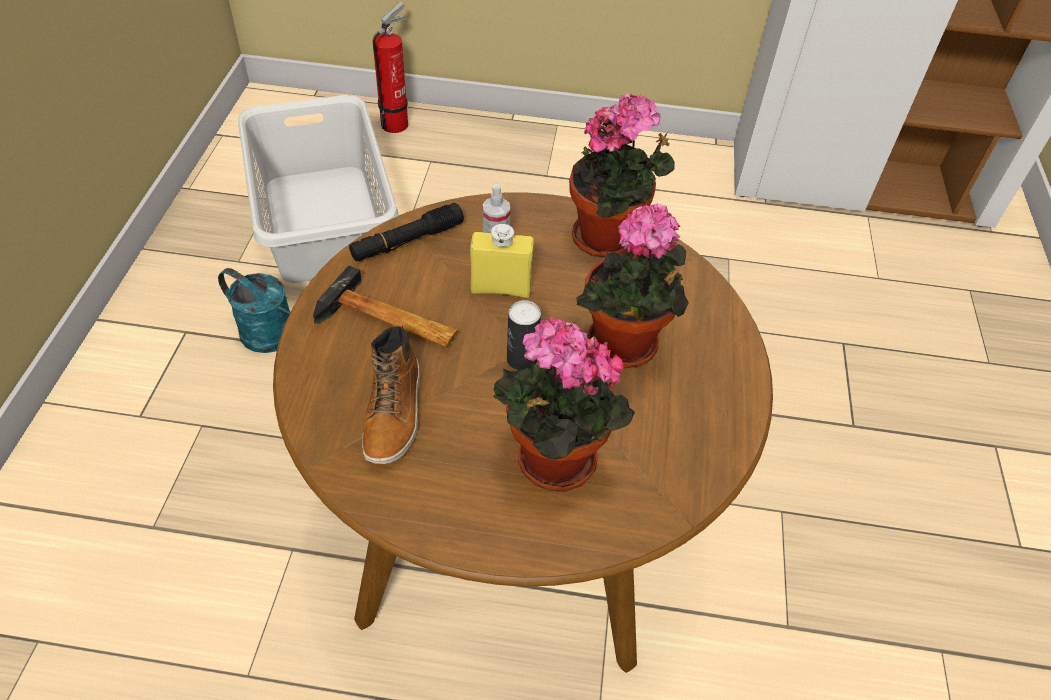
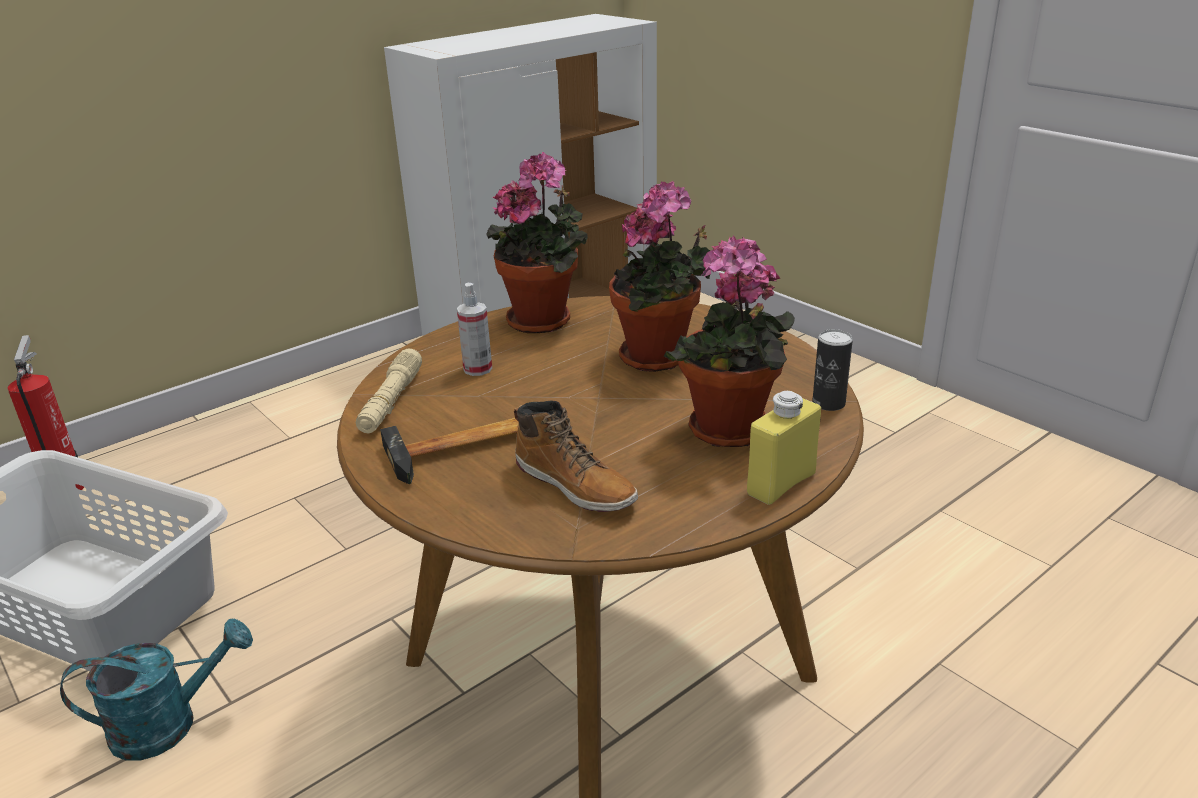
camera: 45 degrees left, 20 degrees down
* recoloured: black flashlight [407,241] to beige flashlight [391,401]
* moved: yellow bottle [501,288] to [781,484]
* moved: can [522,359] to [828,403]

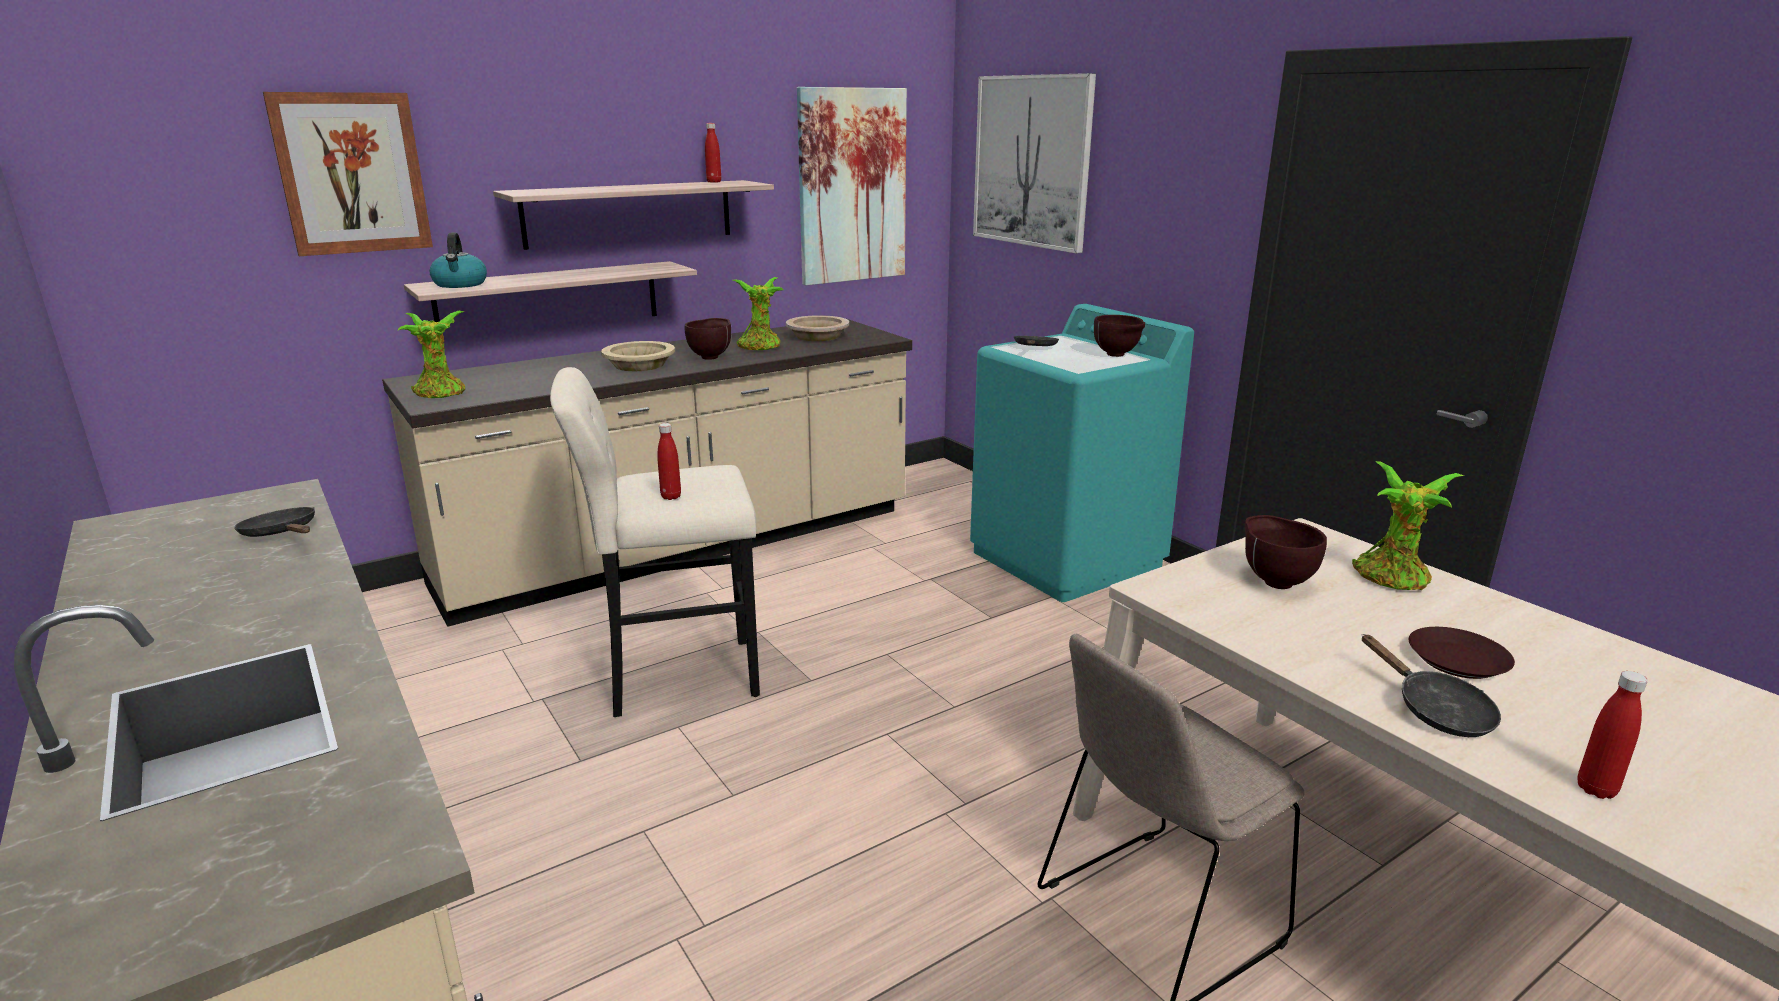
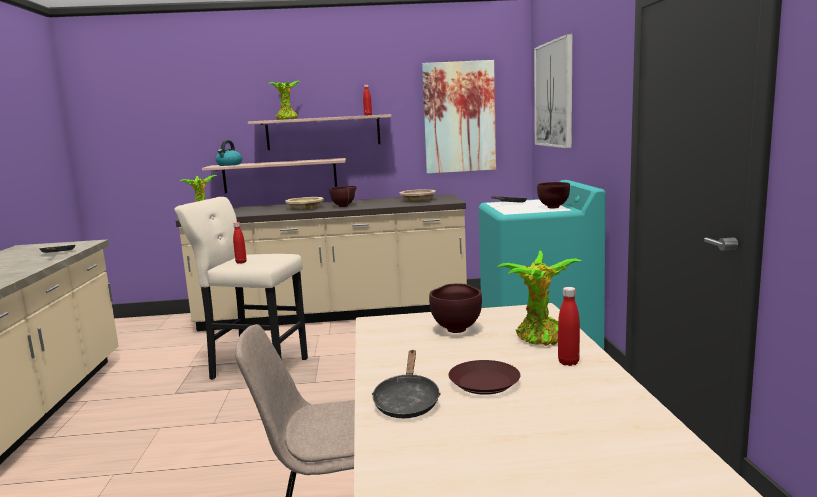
camera: 30 degrees right, 10 degrees down
* removed: picture [352,173]
* moved: potted plant [760,347] to [287,119]
* moved: red bottle [1596,789] to [568,362]

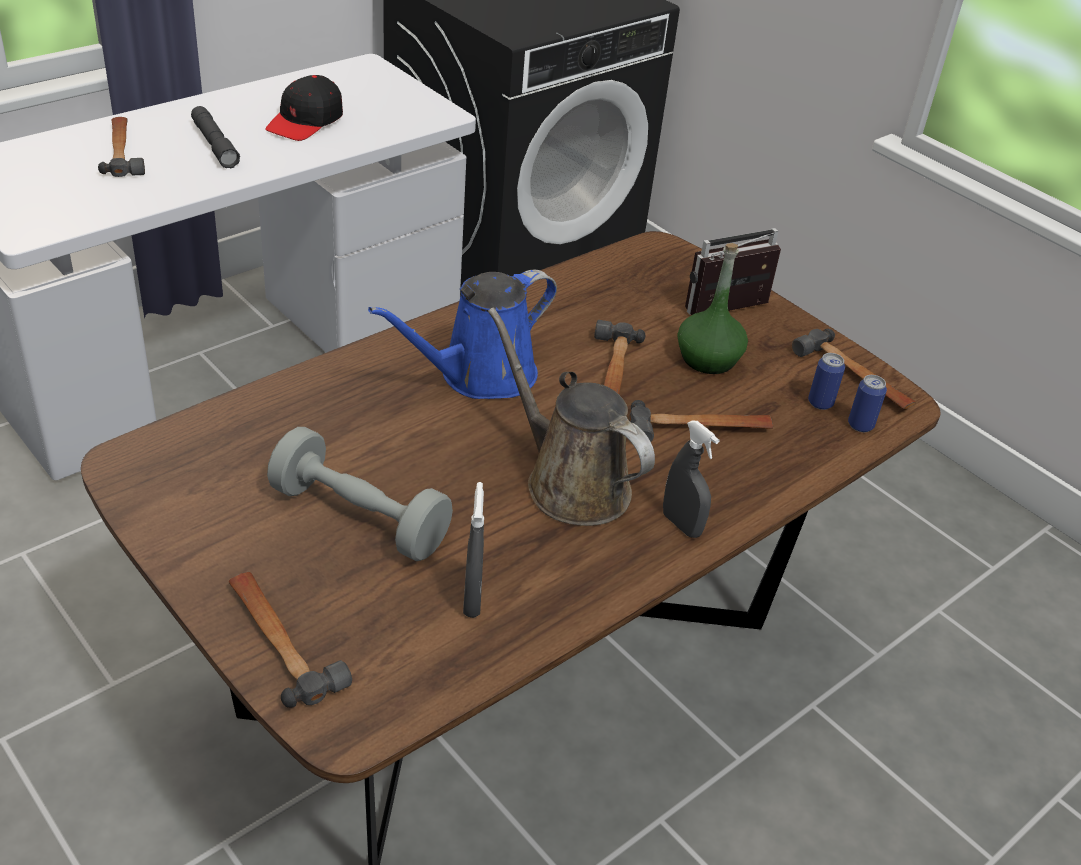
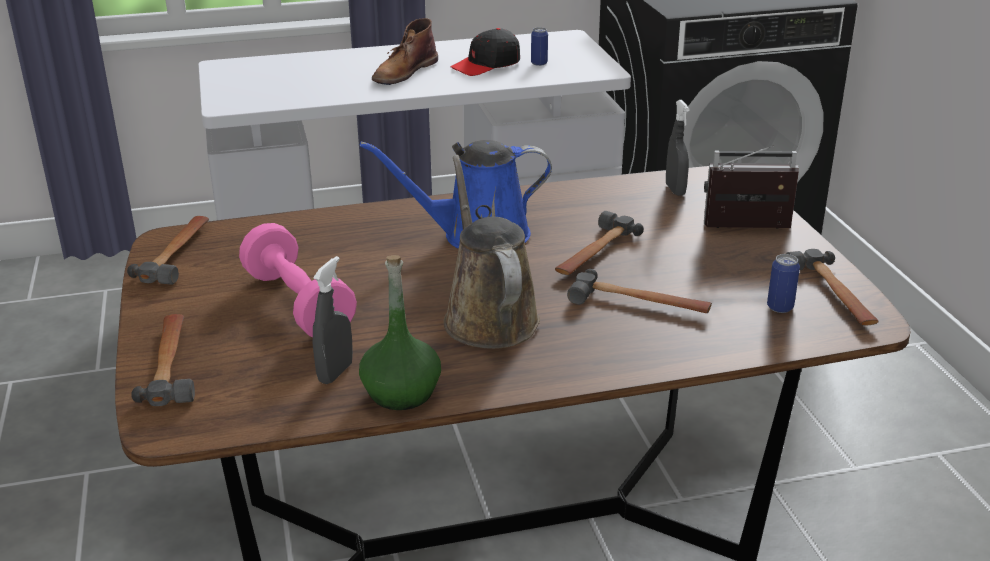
camera: 30 degrees right, 10 degrees down
* moved: hammer [122,151] to [178,254]
* replaced: grey flashlight [215,145] to brown boot [404,72]
* recoloured: grey dumbbell [359,517] to pink dumbbell [298,304]
* moved: grey spray bottle [681,524] to [675,190]
* moved: green bottle [707,359] to [401,392]
* moved: can [860,425] to [539,63]

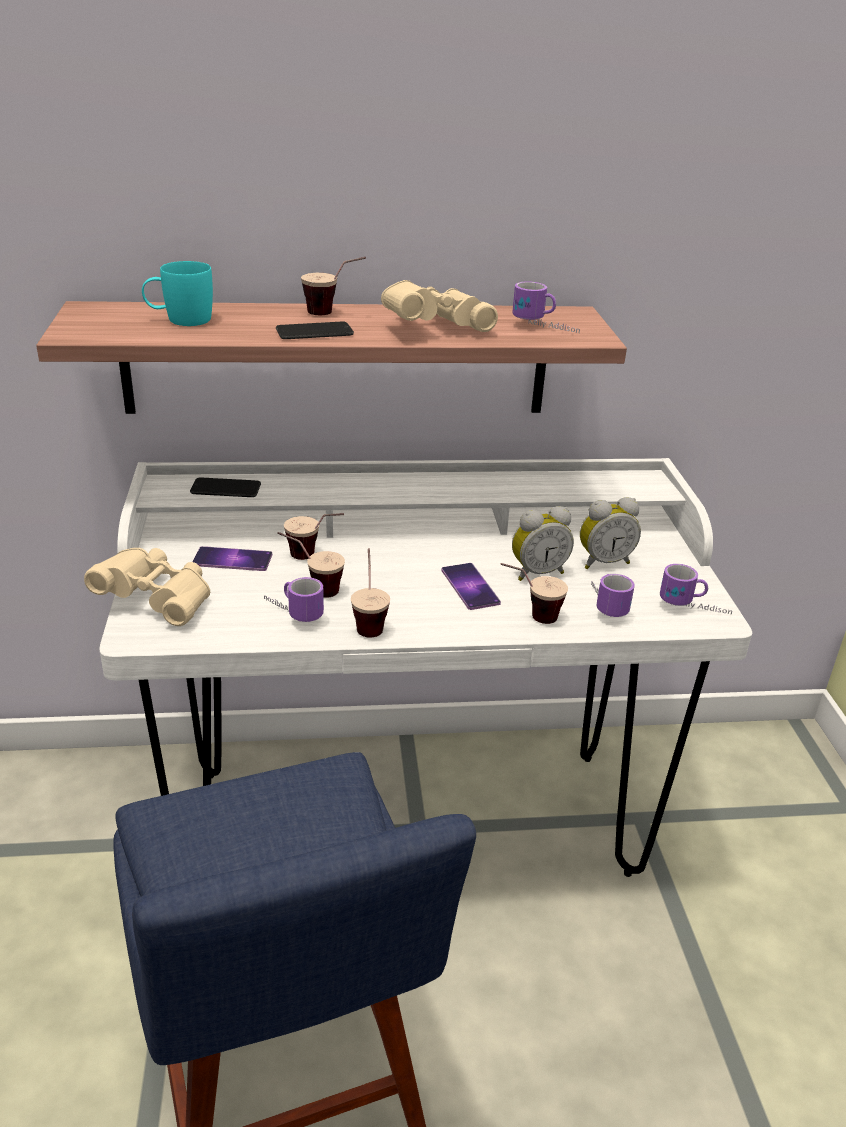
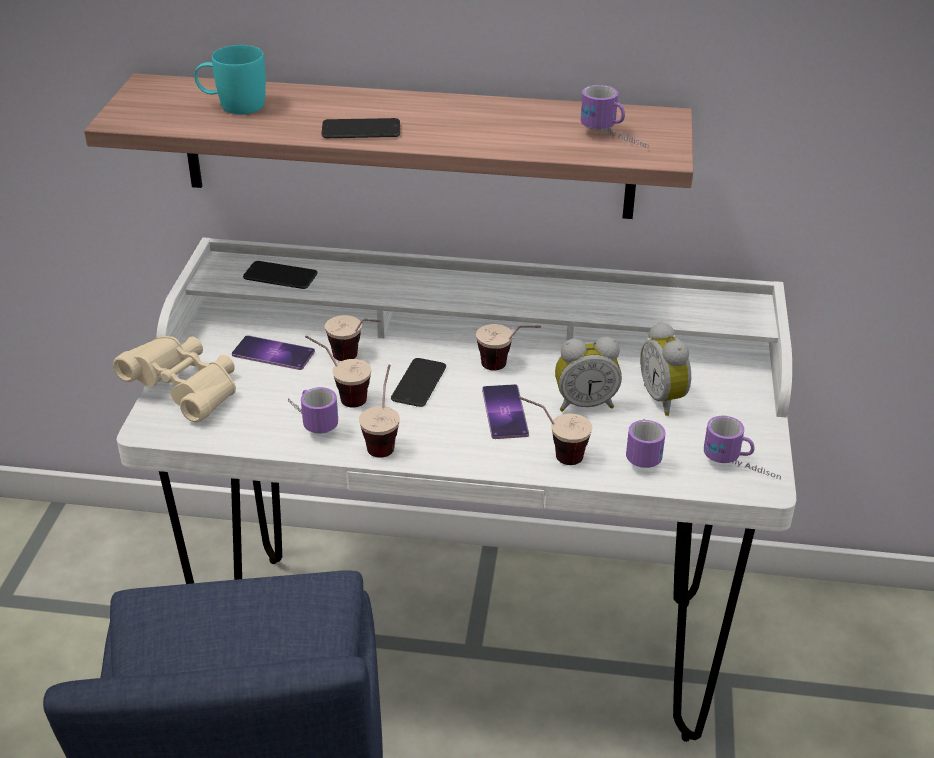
camera: 15 degrees right, 5 degrees up
* moved: cup [333,314] to [507,368]
* removed: beige binoculars [433,328]
* turned: alarm clock [603,561] = [665,399] 75 degrees clockwise
* added: phone [419,383]

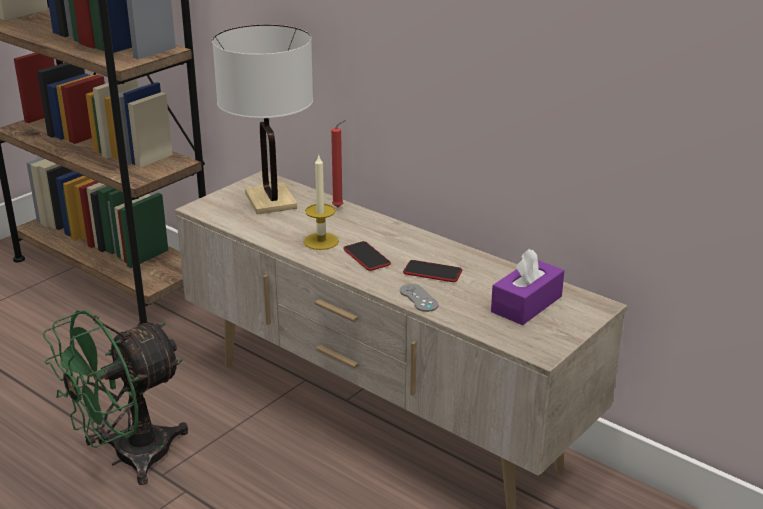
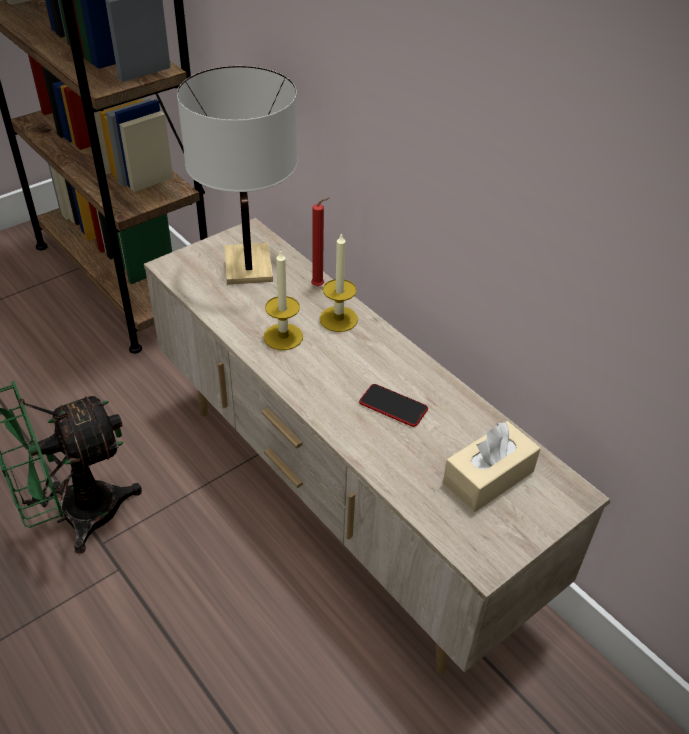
camera: 10 degrees right, 15 degrees up
* removed: phone [366,257]
* removed: grey game controller [418,298]
* recoloured: purple tissue box [526,304] to beige tissue box [488,477]
* added: candle [338,319]

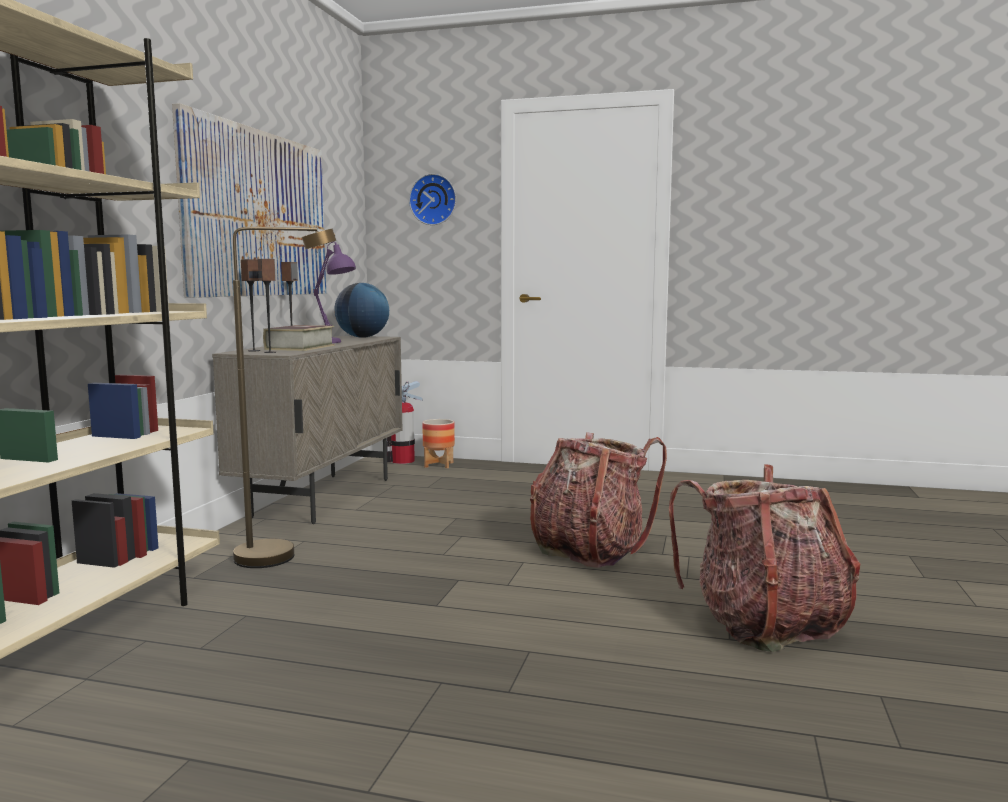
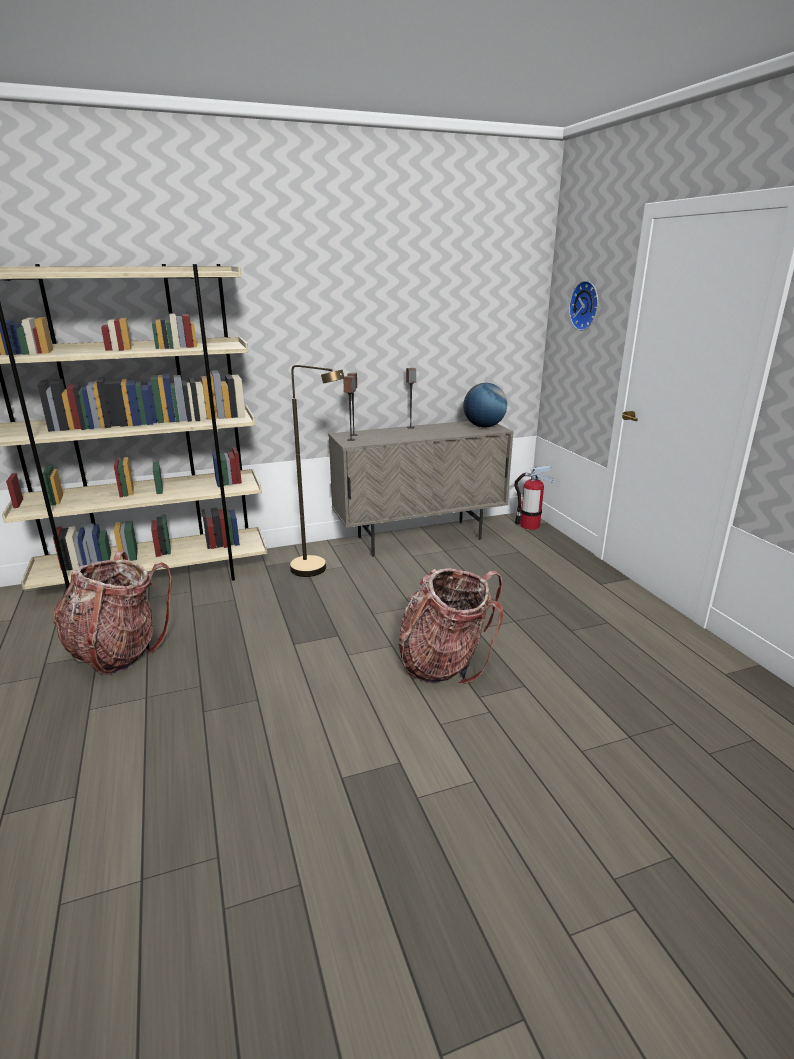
camera: 55 degrees right, 15 degrees up
* removed: picture [258,214]
* removed: book [300,347]
* removed: purple table lamp [334,342]
* removed: planter [439,465]
* moved: backpack [764,624] to [117,651]

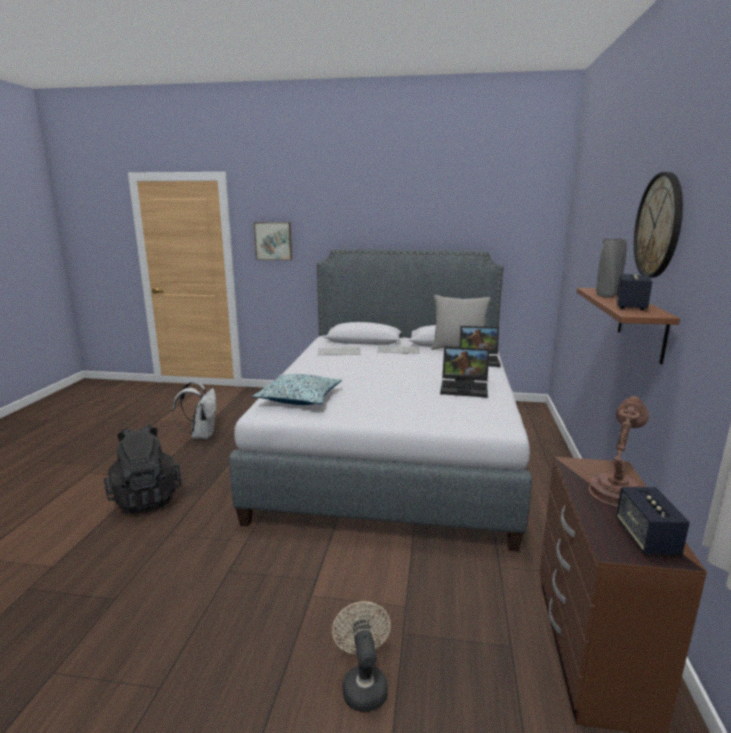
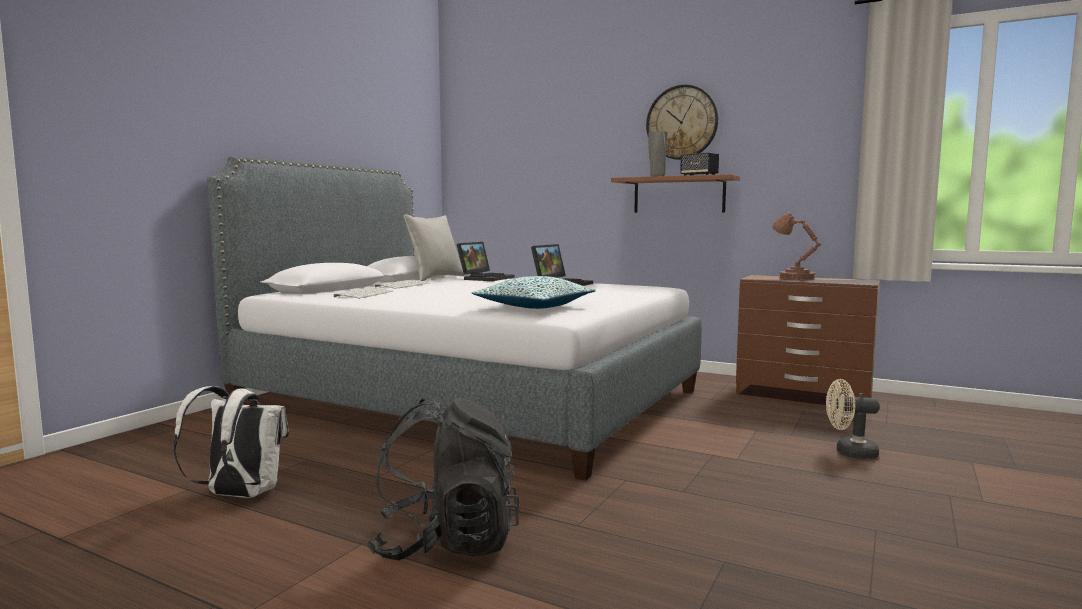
camera: 70 degrees left, 10 degrees down
* removed: picture [273,241]
* removed: speaker [646,538]

